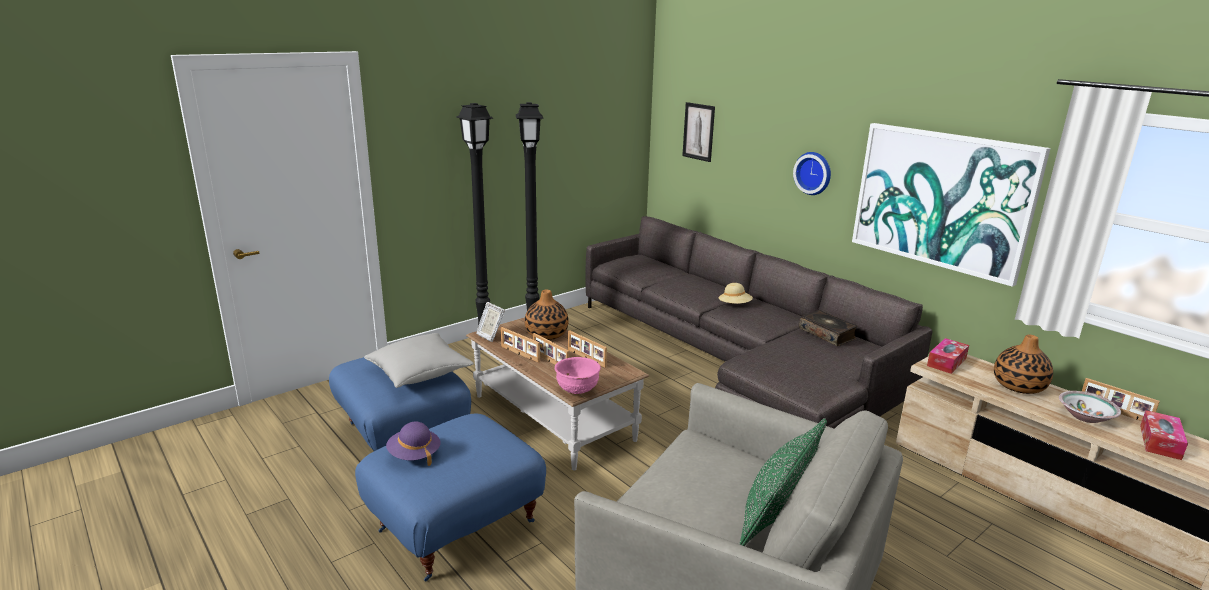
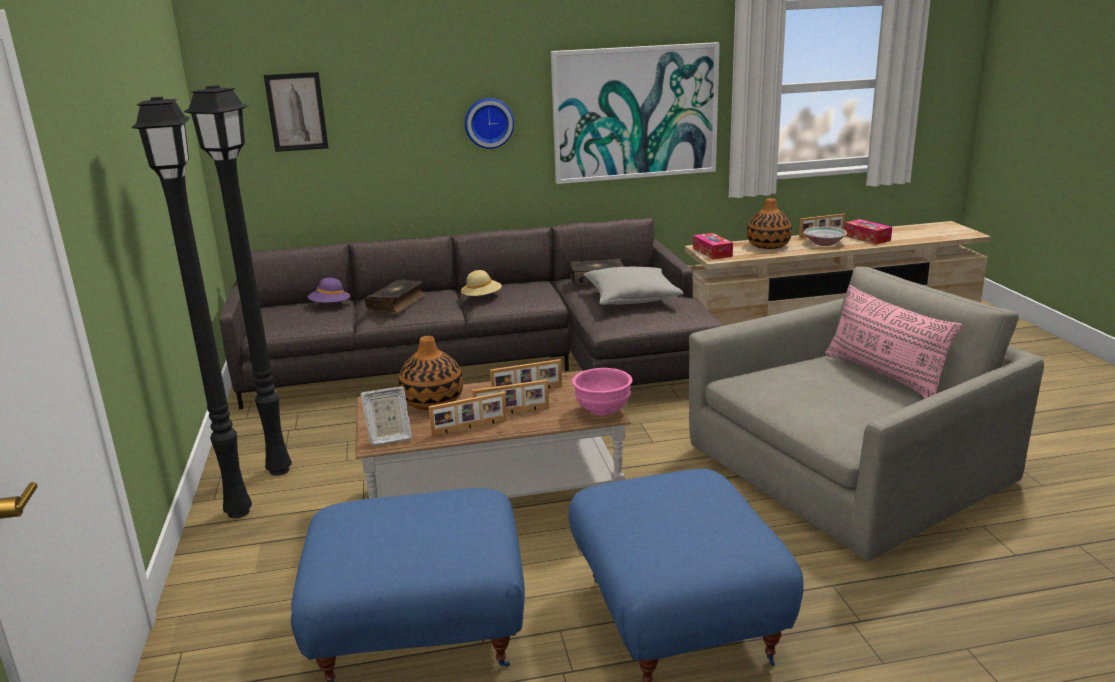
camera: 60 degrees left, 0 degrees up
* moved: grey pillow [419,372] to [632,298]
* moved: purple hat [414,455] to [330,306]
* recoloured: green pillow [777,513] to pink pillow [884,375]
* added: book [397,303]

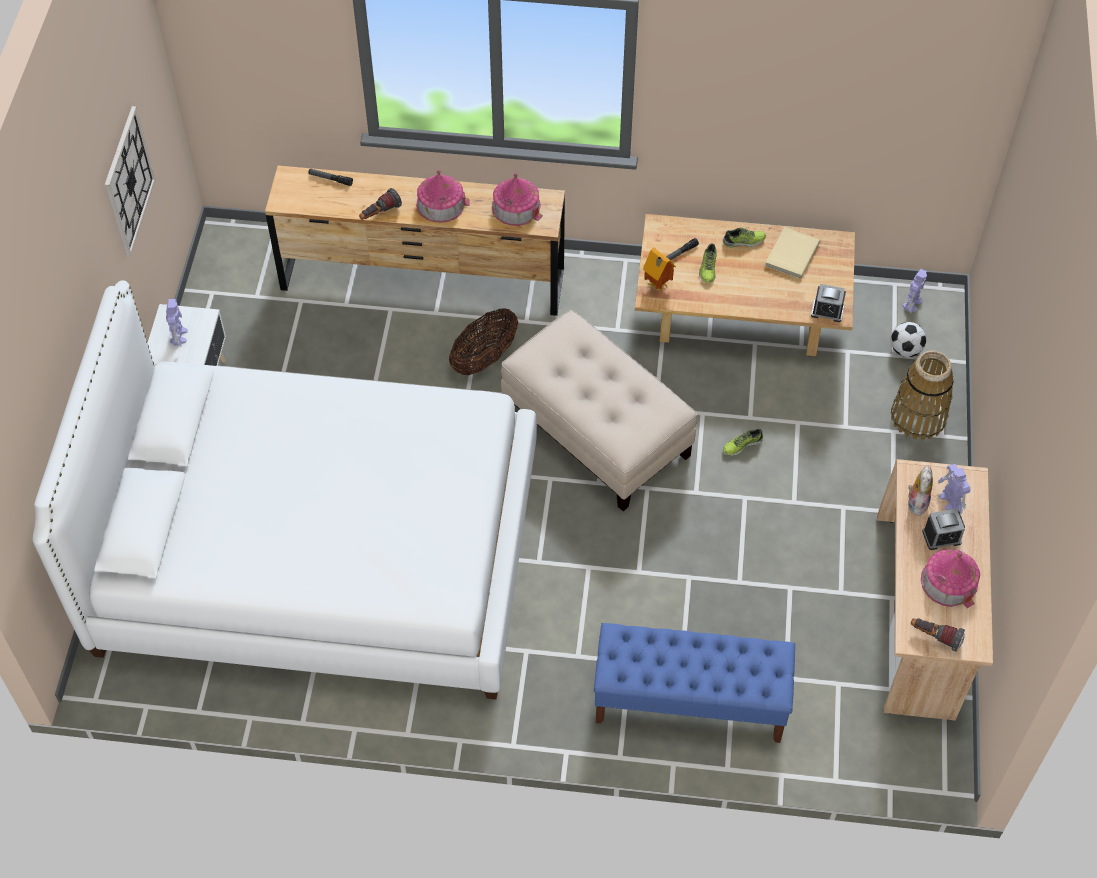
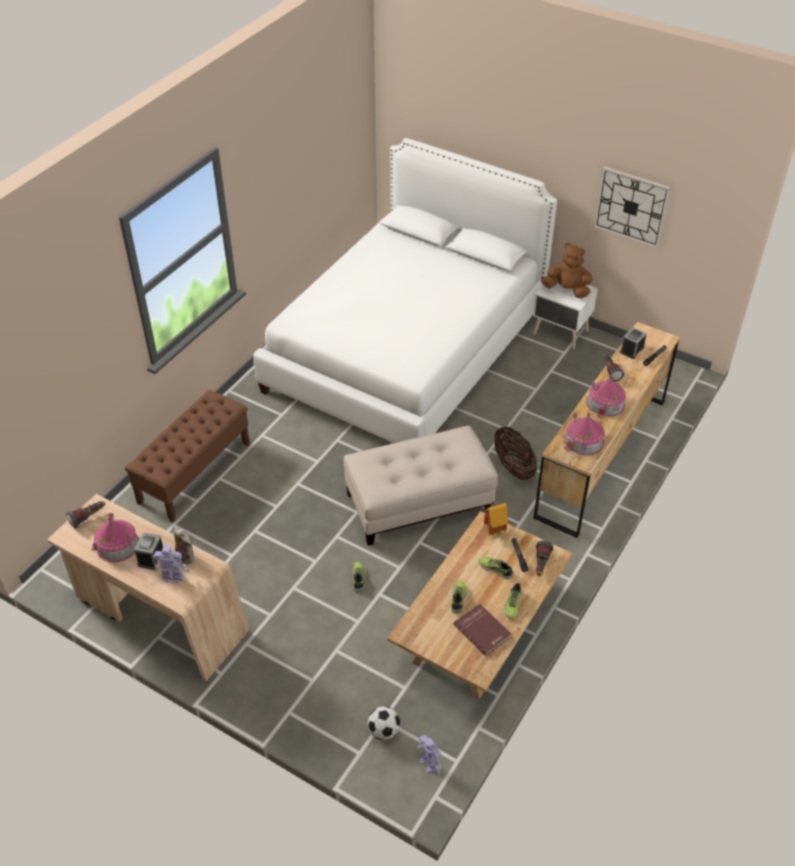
camera: 115 degrees right, 10 degrees down
* replaced: toy robot [179,335] to brown plush toy [567,290]
* recoloured: blue bench [689,702] to brown bench [195,472]
* recoloured: beige book [791,254] to red book [483,630]
* moved: alarm clock [827,311] to [631,350]
* removed: basket [918,417]
* added: shoe [458,599]
* added: flashlight [541,565]

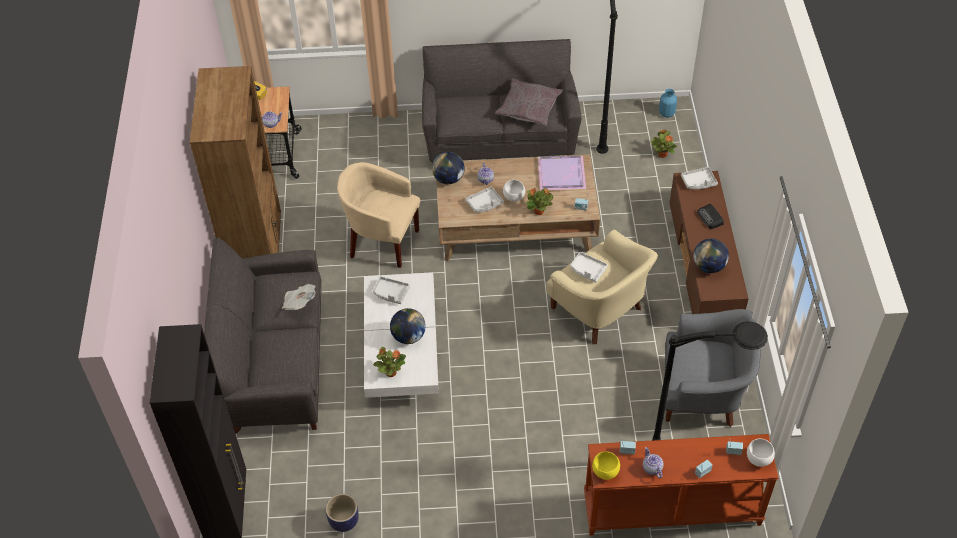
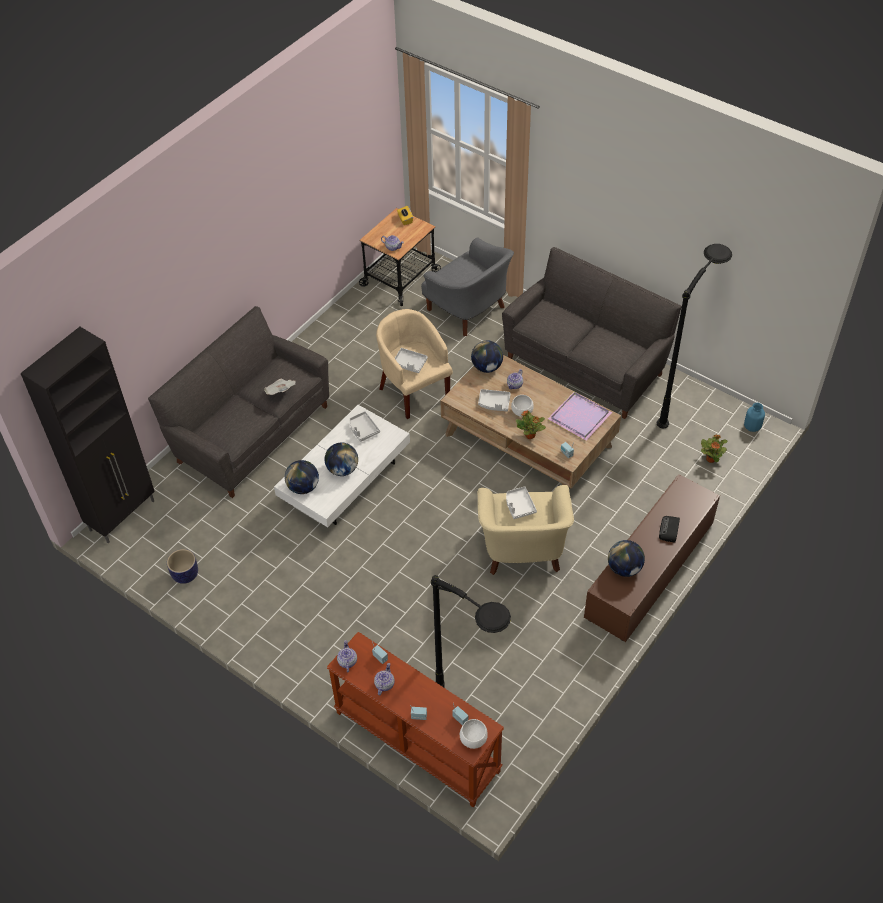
camera: 40 degrees right, 0 degrees up
* removed: brown bookcase [257,254]
* replaced: potted plant [390,372] to globe [303,487]
* removed: grey pillow [528,107]
* replaced: yellow bowl [605,472] to teapot [347,661]
* moved: grey armchair [703,395] to [468,311]
* moved: grey tray [698,182] to [410,363]

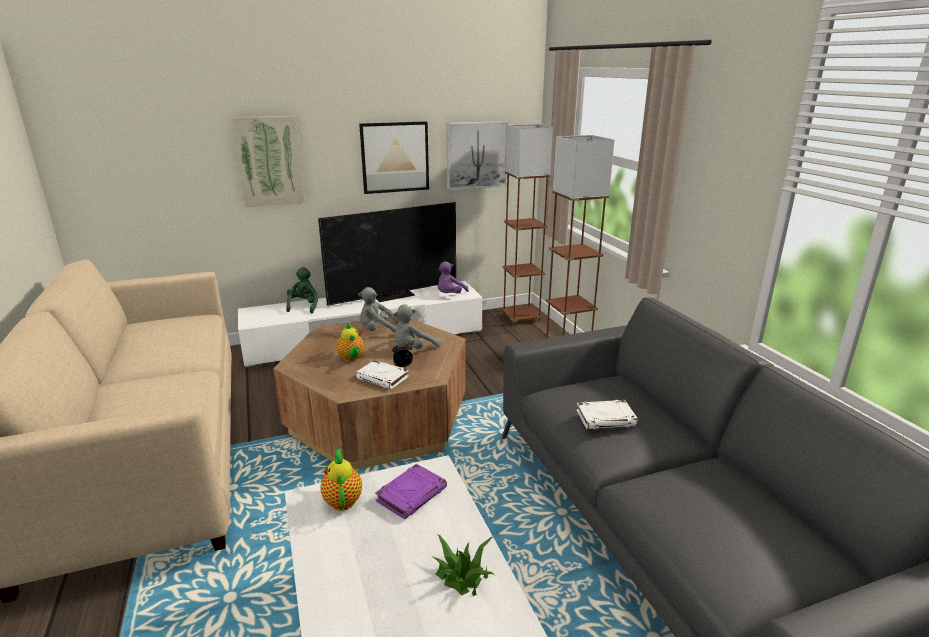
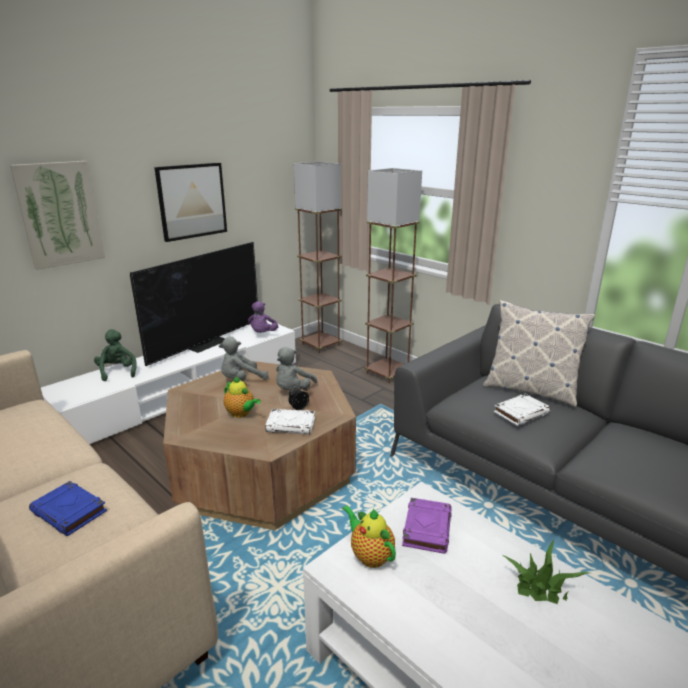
camera: 25 degrees left, 0 degrees up
* removed: picture [477,155]
* added: blue book [70,512]
* added: pillow [530,390]

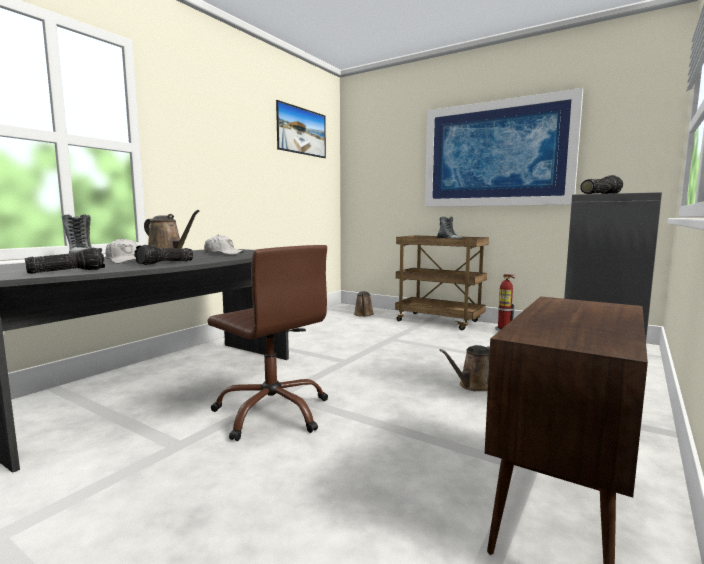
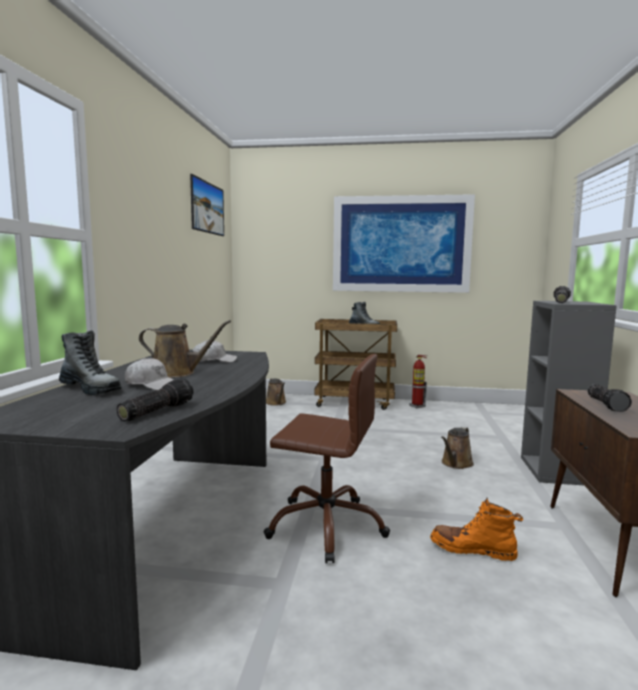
camera: 25 degrees left, 0 degrees up
* moved: flashlight [166,263] to [607,405]
* added: orange boot [472,550]

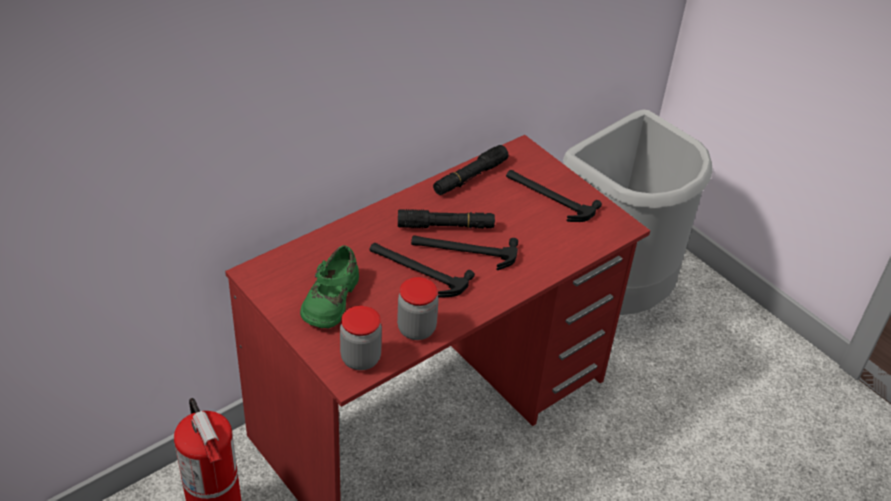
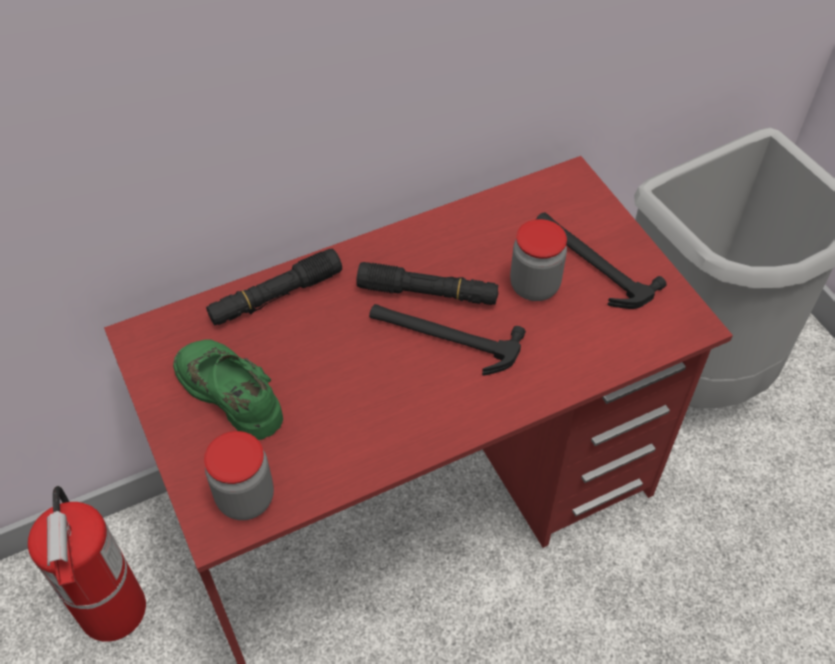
camera: 15 degrees right, 10 degrees up
* turned: green shoe [330,299] = [231,392] 105 degrees clockwise
* removed: hammer [417,270]
* moved: jar [416,329] to [534,286]
* moved: black flashlight [470,177] to [276,296]

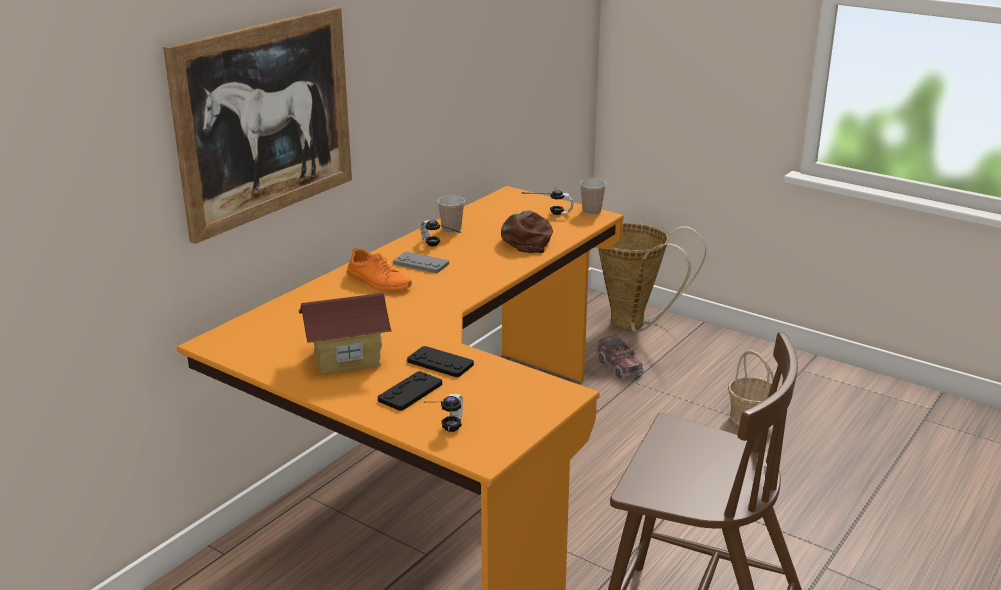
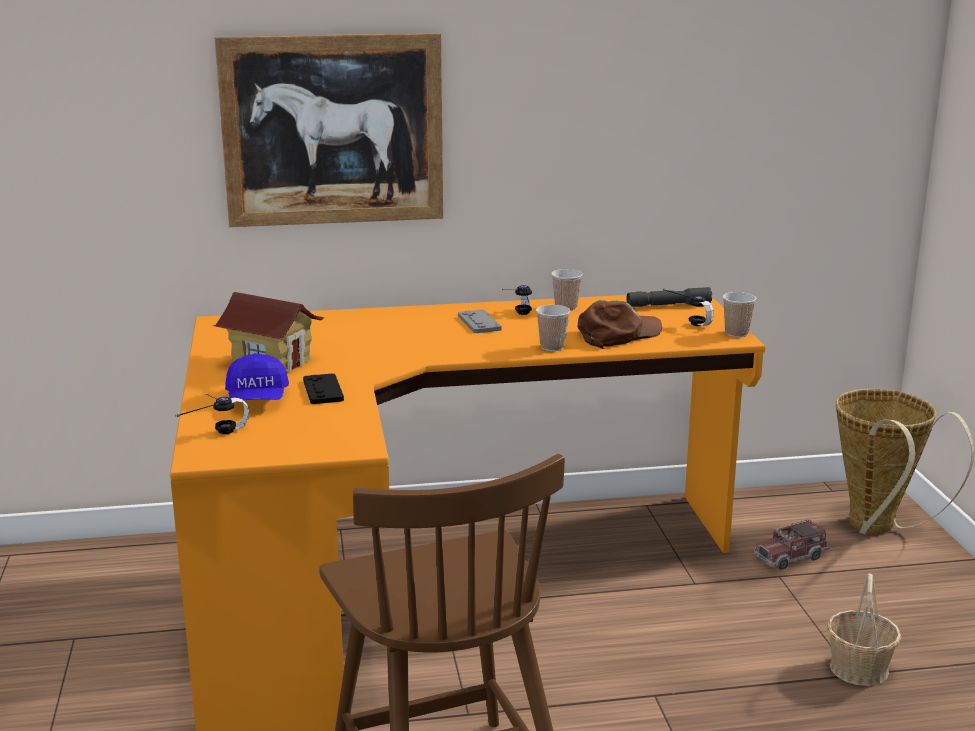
camera: 45 degrees right, 5 degrees down
* removed: orange shoe [378,282]
* replaced: black game controller [410,392] to blue cap [257,399]
* turned: toy truck [619,366] = [790,556] 45 degrees clockwise
* added: cup [552,347]
* added: grey flashlight [668,305]

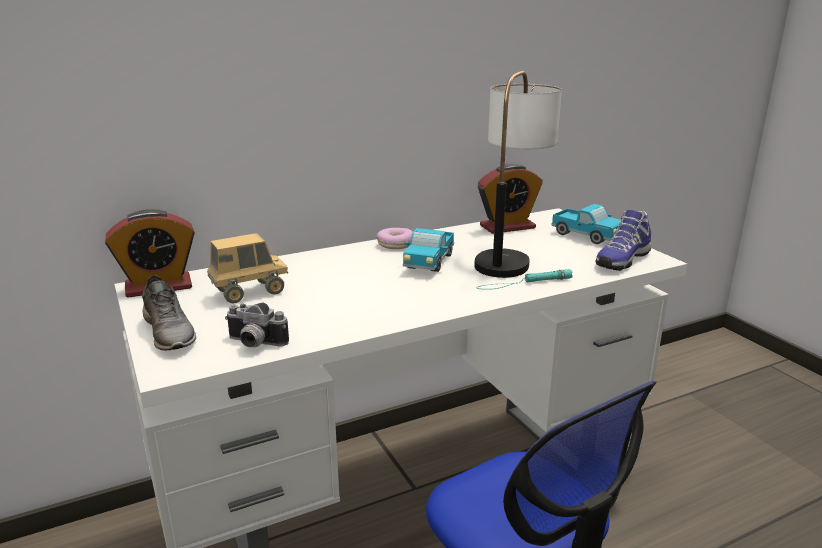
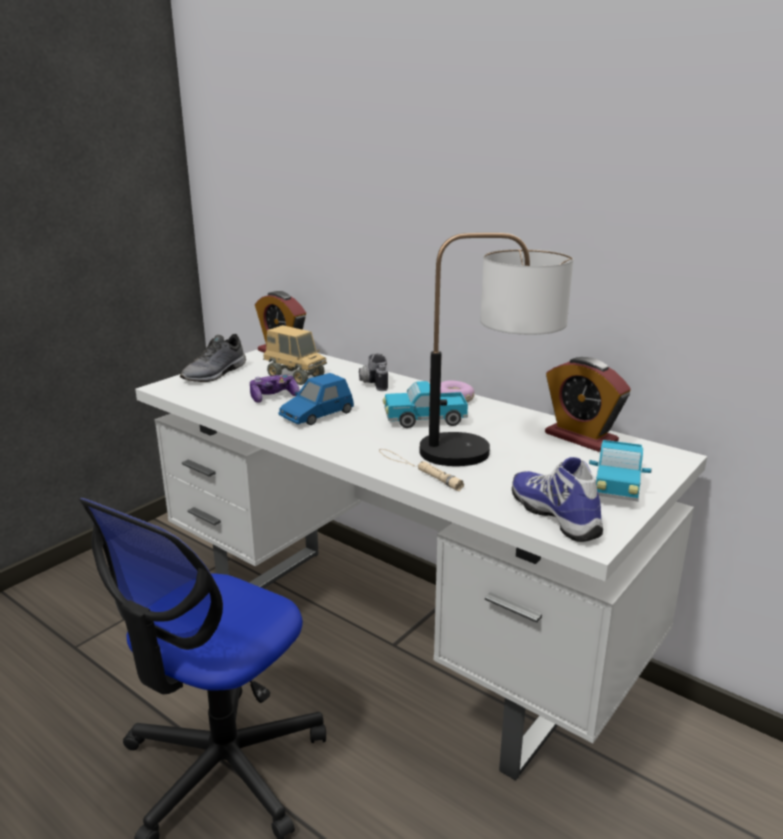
camera: 65 degrees right, 0 degrees up
* moved: photo camera [254,344] to [372,383]
* recoloured: turquoise flashlight [524,283] to beige flashlight [418,469]
* turned: shoe [621,260] = [556,515] 45 degrees clockwise
* added: game controller [274,397]
* added: blue toy car [317,415]

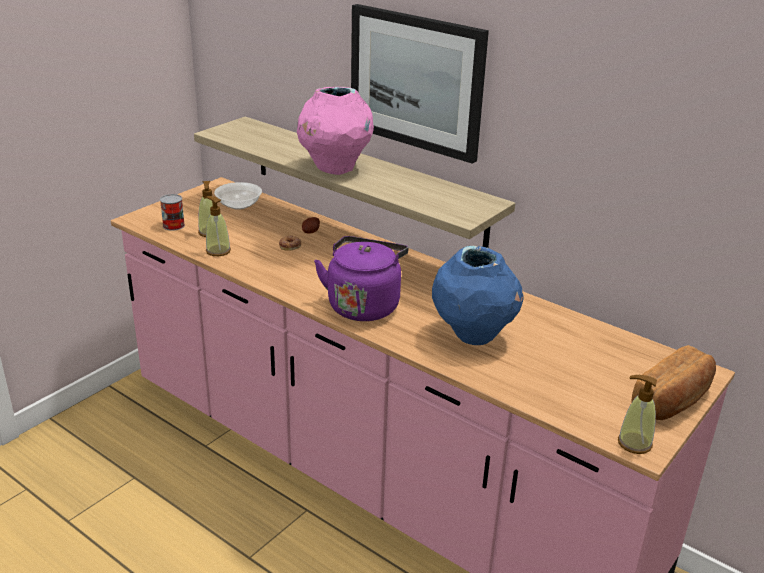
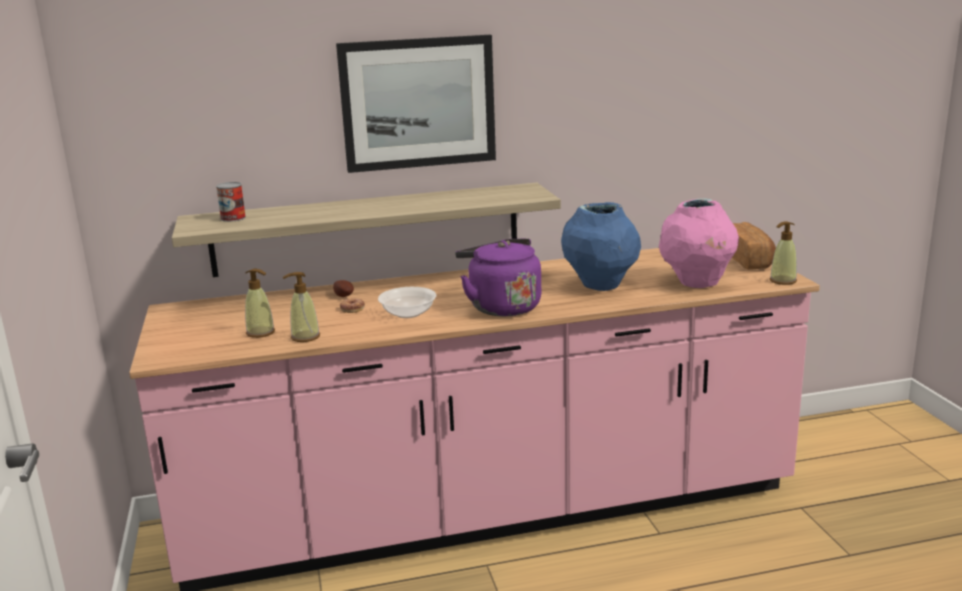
camera: 50 degrees left, 10 degrees down
* moved: can [173,225] to [233,218]
* moved: bowl [238,205] to [408,313]
* moved: pink vase [334,168] to [697,283]

